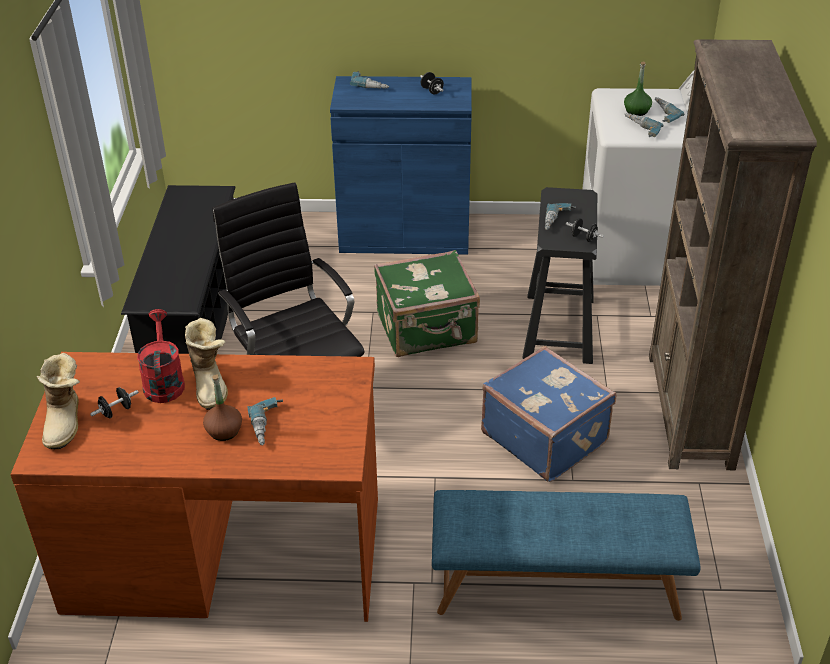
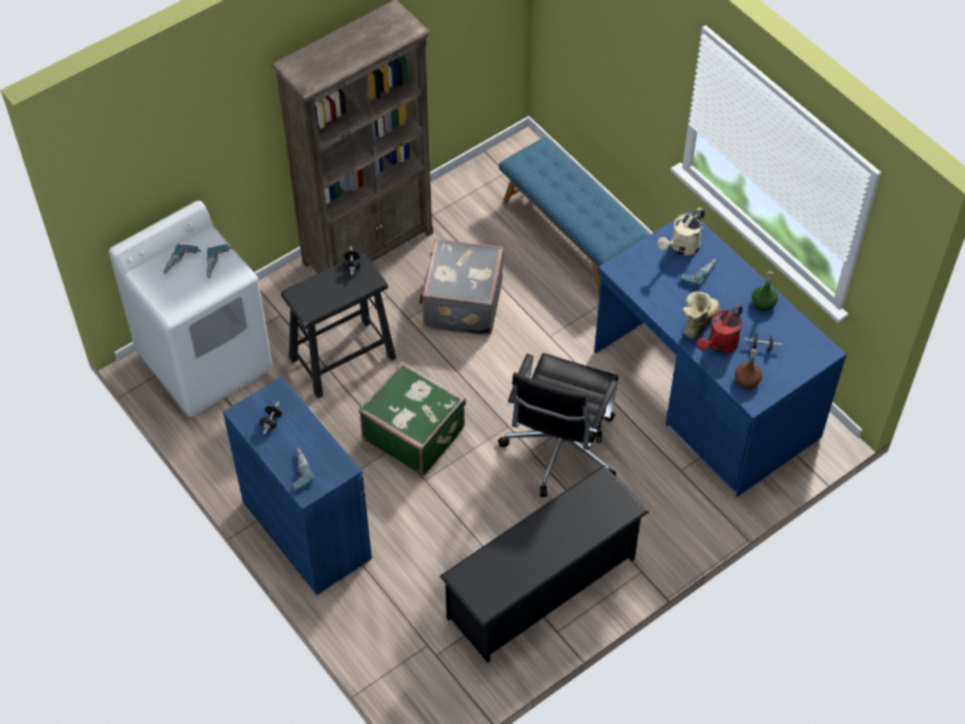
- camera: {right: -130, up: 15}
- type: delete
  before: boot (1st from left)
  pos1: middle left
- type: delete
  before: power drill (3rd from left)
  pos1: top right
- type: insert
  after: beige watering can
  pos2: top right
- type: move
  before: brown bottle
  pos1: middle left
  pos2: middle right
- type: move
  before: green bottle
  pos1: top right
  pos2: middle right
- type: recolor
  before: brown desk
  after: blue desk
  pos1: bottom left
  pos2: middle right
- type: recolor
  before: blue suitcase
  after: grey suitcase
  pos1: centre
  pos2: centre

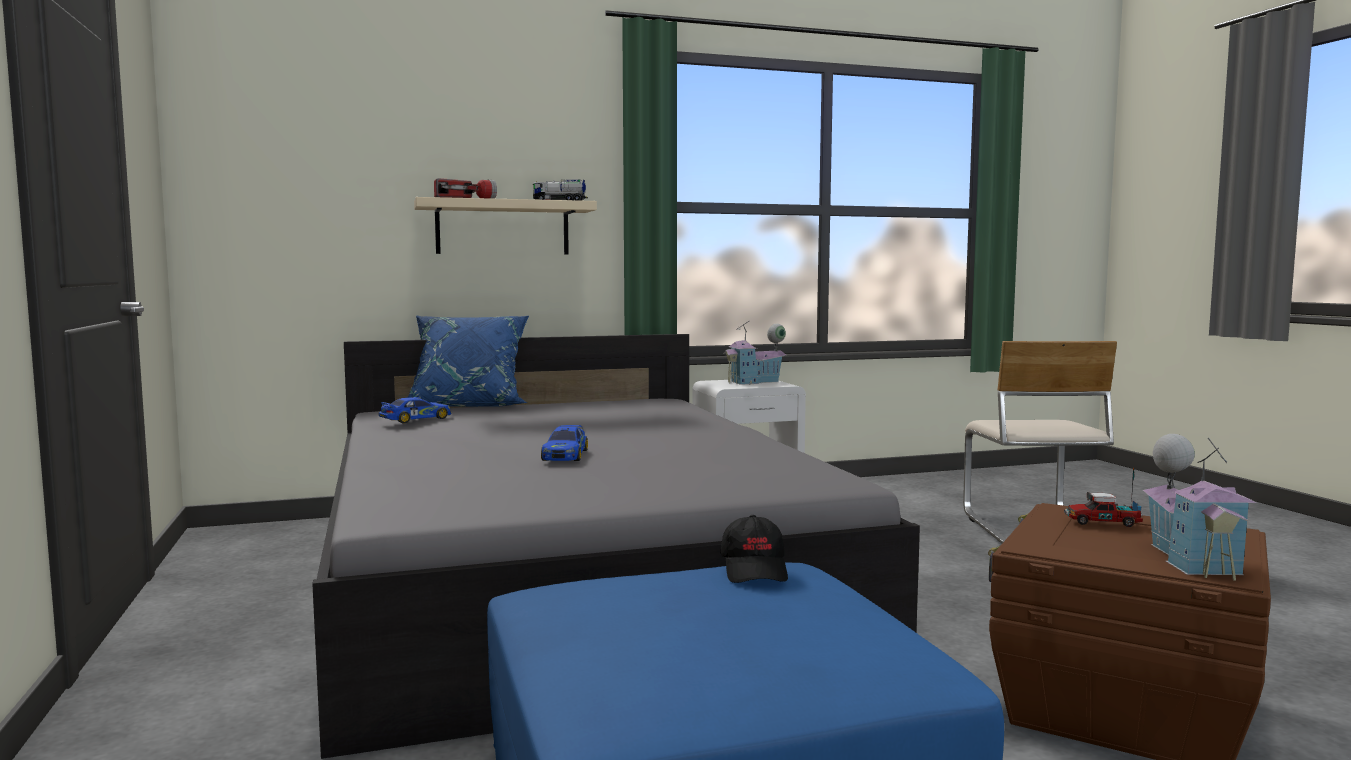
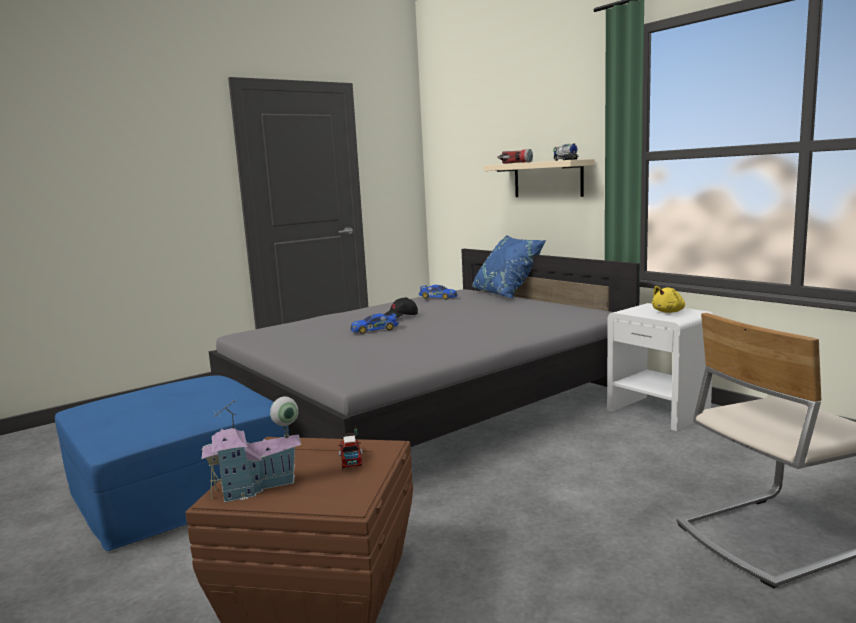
- camera: {right: 70, up: 5}
- type: move
  before: black cap
  pos1: bottom centre
  pos2: centre
- type: replace
  before: toy house (1st from left)
  after: yellow plush toy
  pos1: centre
  pos2: middle right

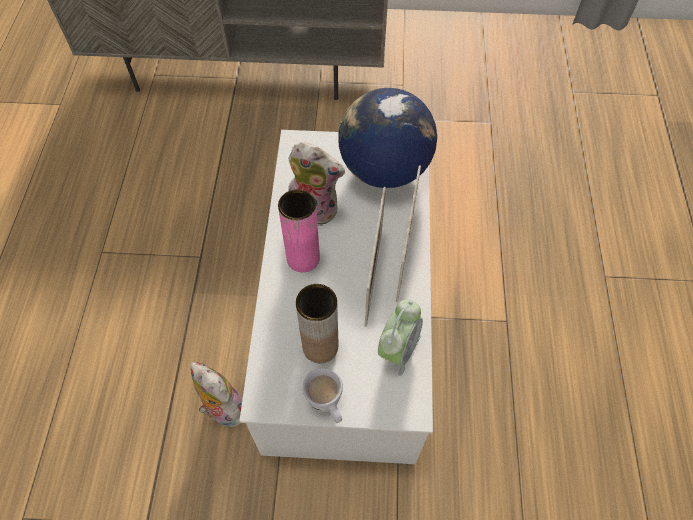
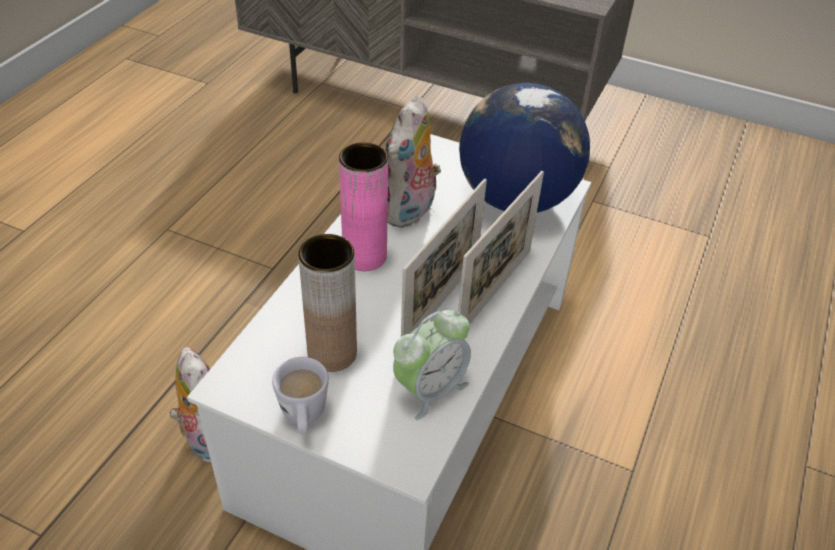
- camera: {right: 20, up: -15}
- type: rotate
  before: plush toy (2nd from left)
  pos1: centre
  pos2: top centre
  turn: 75

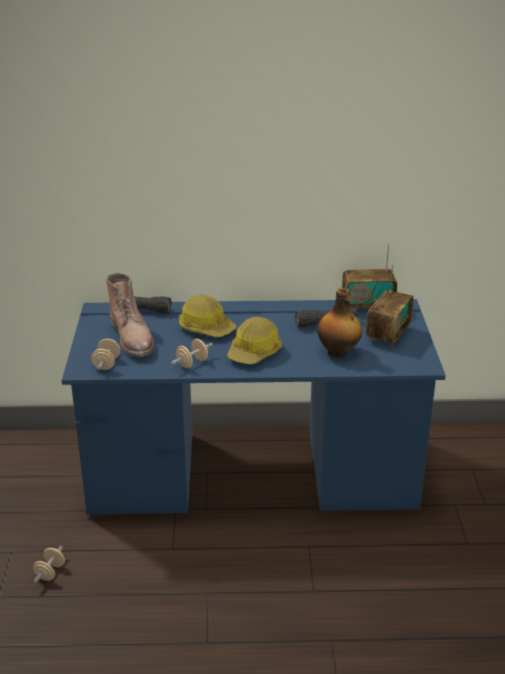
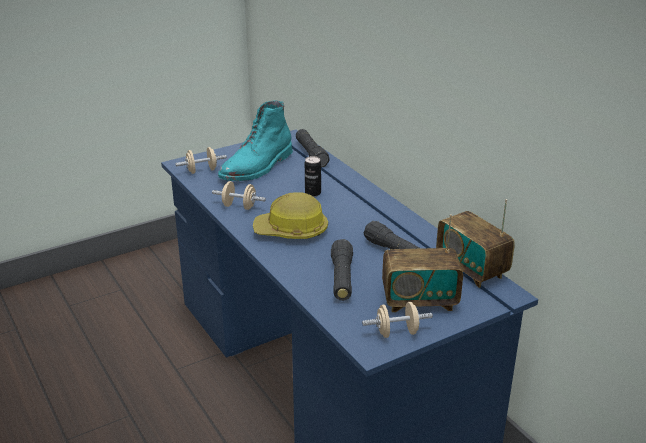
- camera: {right: 60, up: 0}
- type: move
  before: beige dumbbell (1st from left in the first image)
  after: beige dumbbell (3rd from left)
  pos1: bottom left
  pos2: bottom centre
- type: replace
  before: hard hat (1st from left)
  after: can
  pos1: centre
  pos2: centre
- type: replace
  before: bottle
  after: black flashlight (2nd from left)
  pos1: middle right
  pos2: centre
- type: recolor
  before: brown boot
  after: turquoise boot
  pos1: middle left
  pos2: top centre

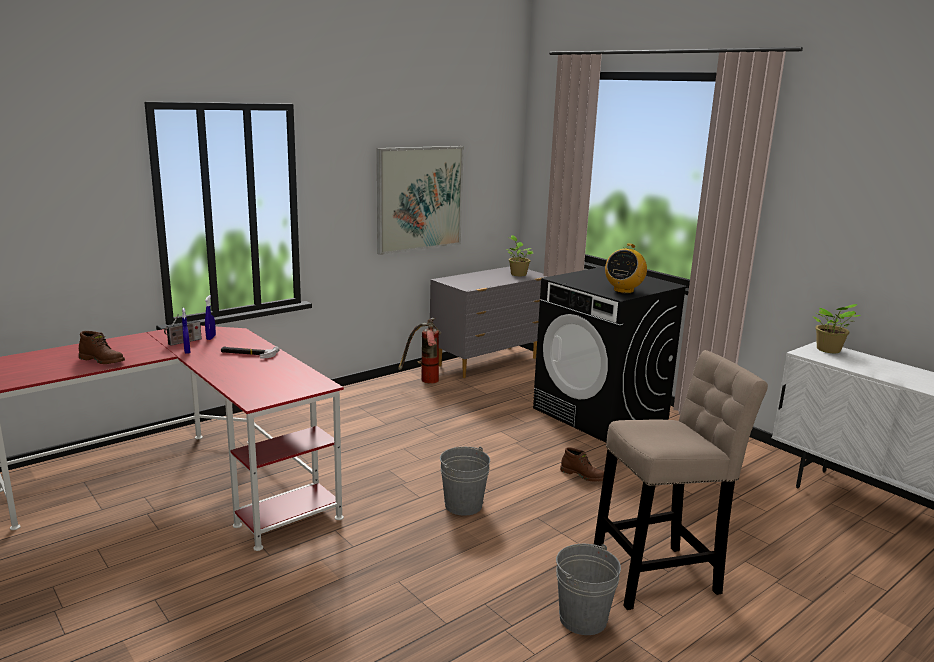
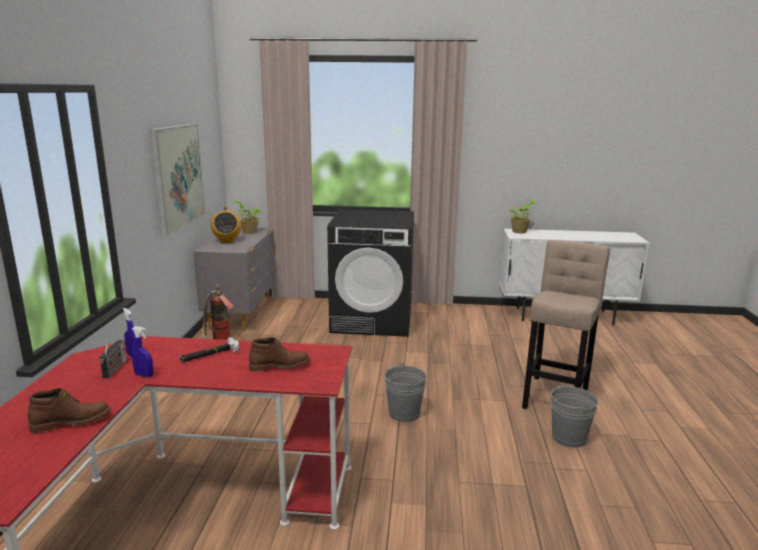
- camera: {right: -45, up: 0}
- type: move
  before: brown boot (2nd from left)
  pos1: bottom centre
  pos2: centre
- type: move
  before: radio (2nd from left)
  pos1: middle right
  pos2: middle left

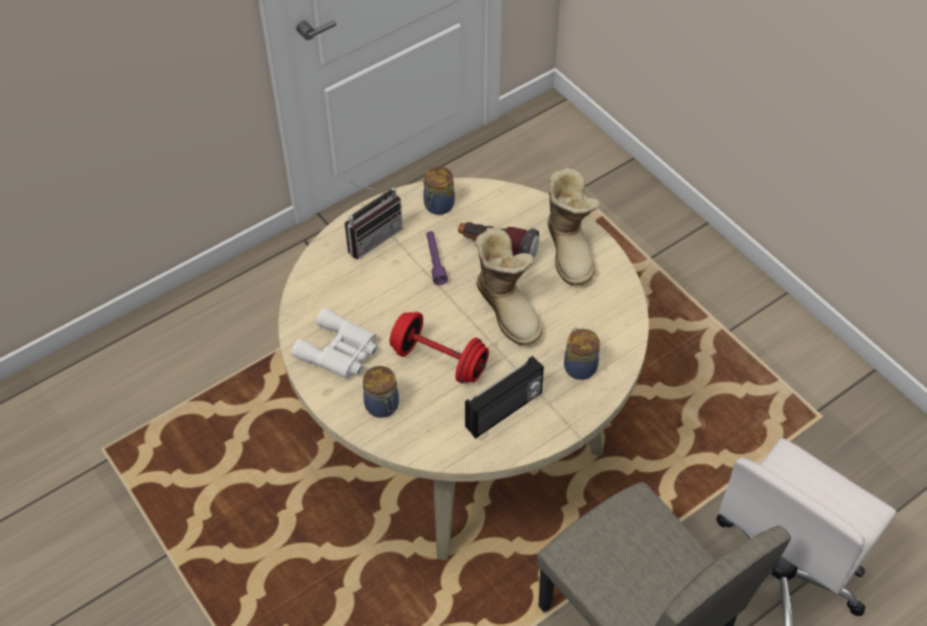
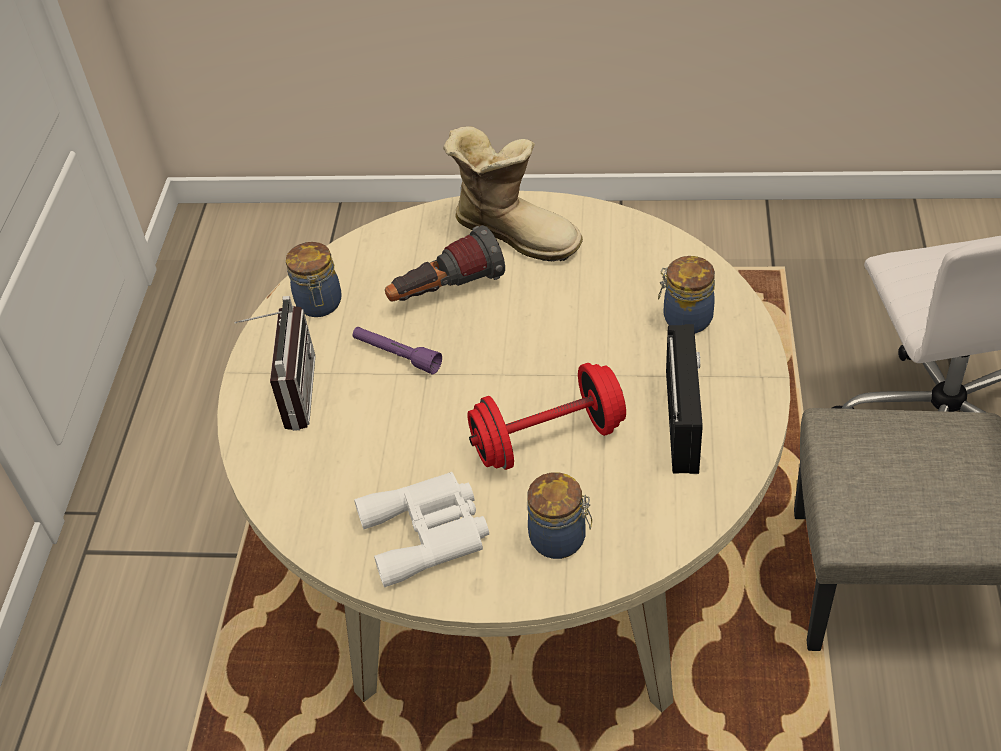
- camera: {right: -45, up: -5}
- type: delete
  before: boot (1st from left)
  pos1: centre

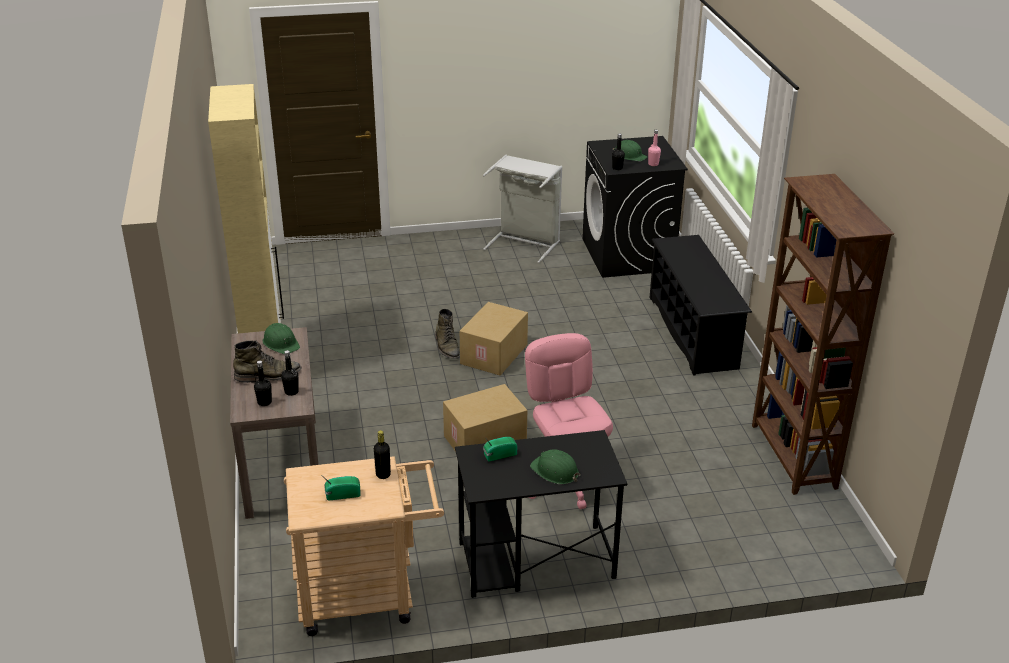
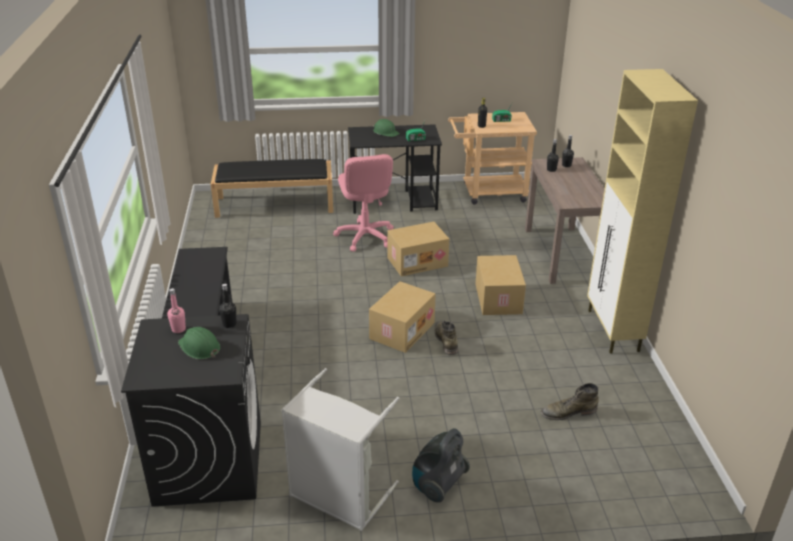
- camera: {right: -175, up: 0}
- type: delete
  before: green hard hat (1st from left)
  pos1: middle left
- type: delete
  before: brown bookcase
  pos1: middle right
- type: insert
  after: black bench
  pos2: centre
- type: insert
  after: vacuum cleaner
  pos2: bottom centre
- type: insert
  after: cardboard box (3rd from left)
  pos2: centre
- type: move
  before: green boot (1st from left in the first image)
  after: green boot (2nd from left)
  pos1: middle left
  pos2: bottom right

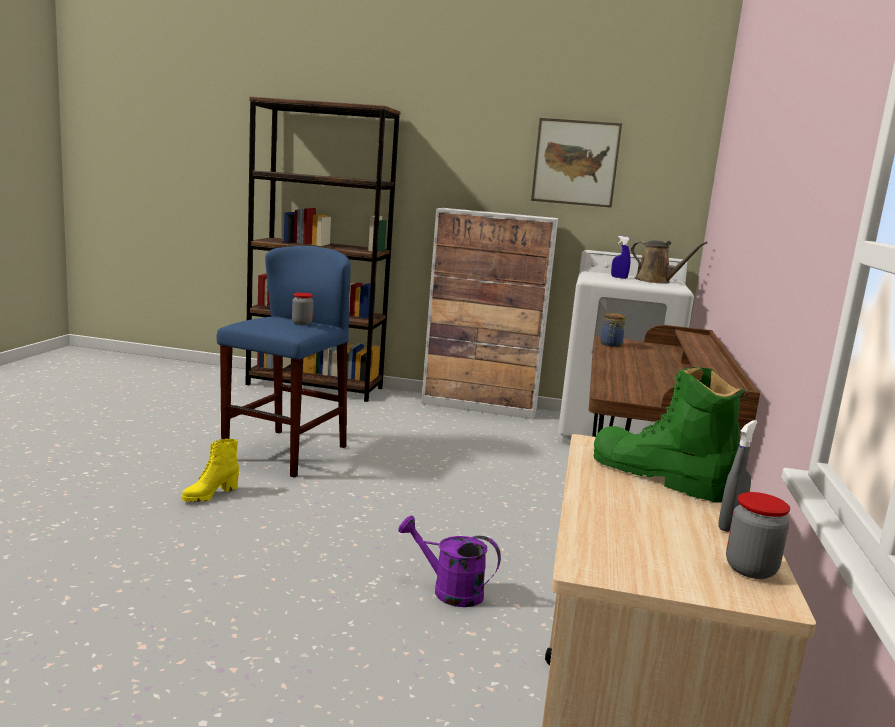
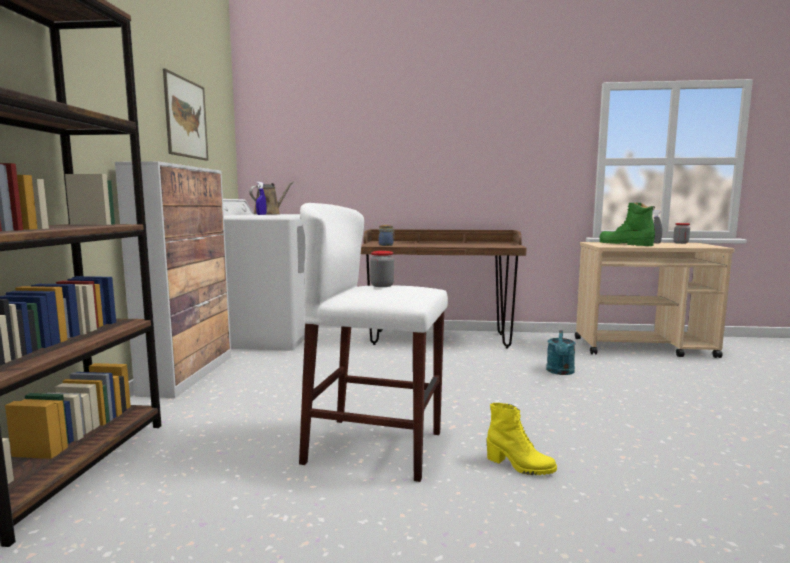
- camera: {right: -95, up: -5}
- type: recolor
  before: blue stool
  after: white stool
  pos1: middle left
  pos2: centre
- type: recolor
  before: purple watering can
  after: turquoise watering can
  pos1: bottom centre
  pos2: middle right
- type: rotate
  before: green boot
  pos1: middle right
  pos2: middle right
  turn: 105

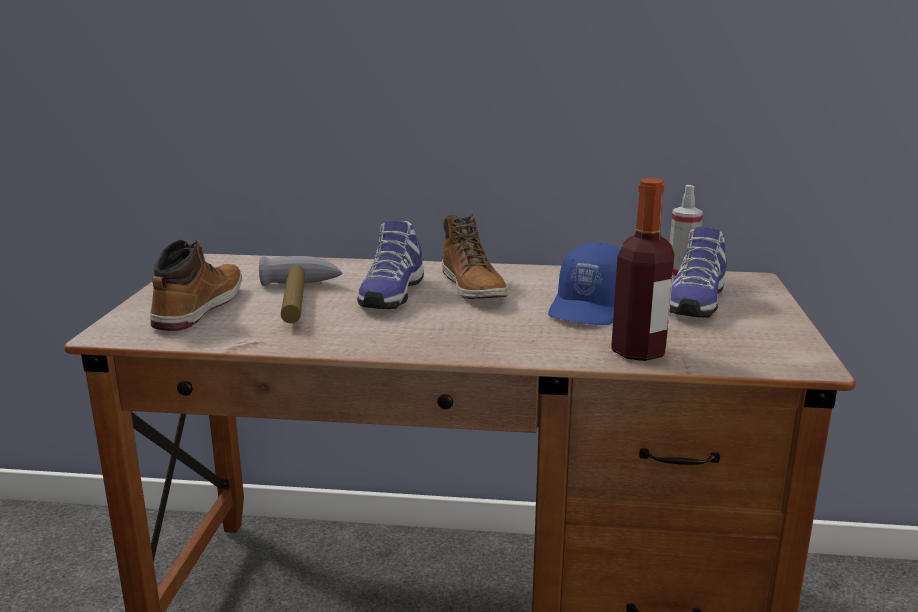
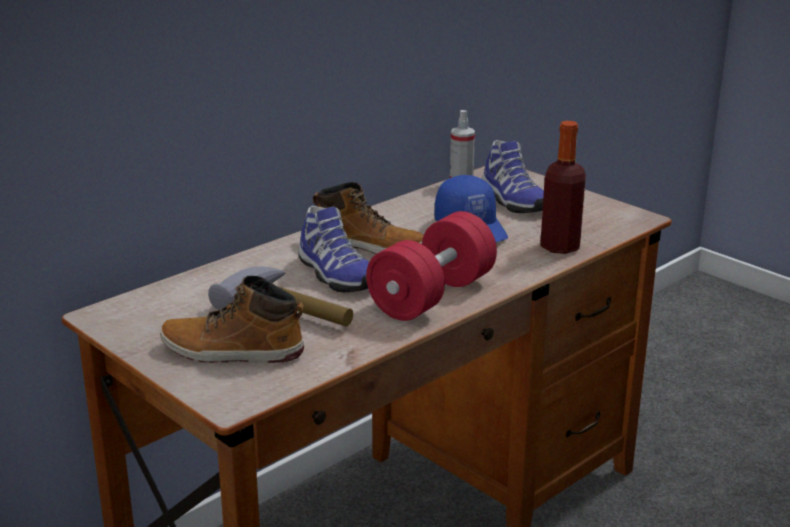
- camera: {right: -50, up: 5}
- type: insert
  after: red dumbbell
  pos2: centre
- type: rotate
  before: boot (1st from left)
  pos1: middle left
  pos2: middle left
  turn: -45

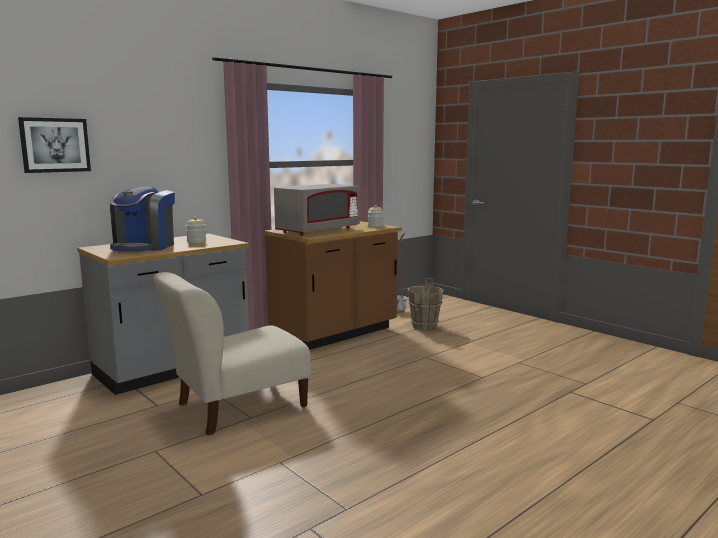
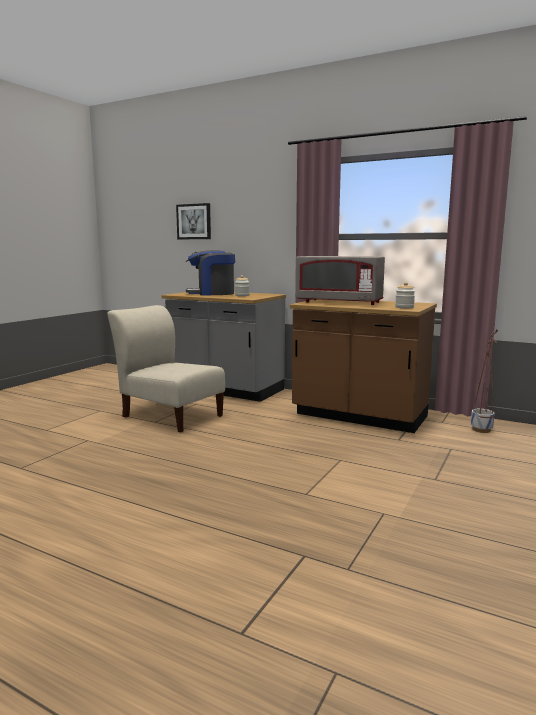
- camera: {right: 70, up: 0}
- type: delete
  before: brown bucket
  pos1: centre

